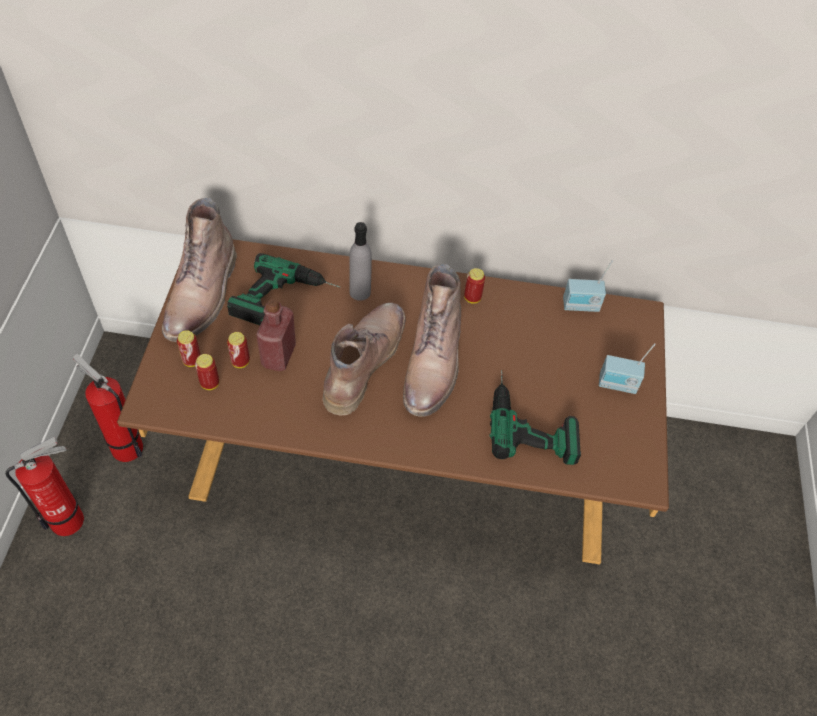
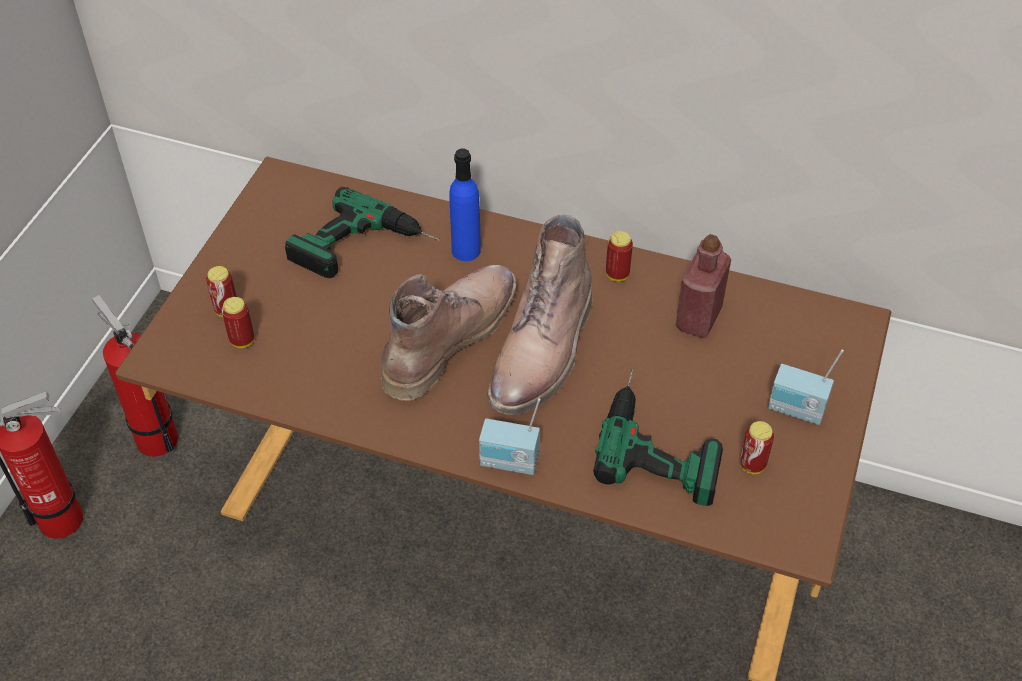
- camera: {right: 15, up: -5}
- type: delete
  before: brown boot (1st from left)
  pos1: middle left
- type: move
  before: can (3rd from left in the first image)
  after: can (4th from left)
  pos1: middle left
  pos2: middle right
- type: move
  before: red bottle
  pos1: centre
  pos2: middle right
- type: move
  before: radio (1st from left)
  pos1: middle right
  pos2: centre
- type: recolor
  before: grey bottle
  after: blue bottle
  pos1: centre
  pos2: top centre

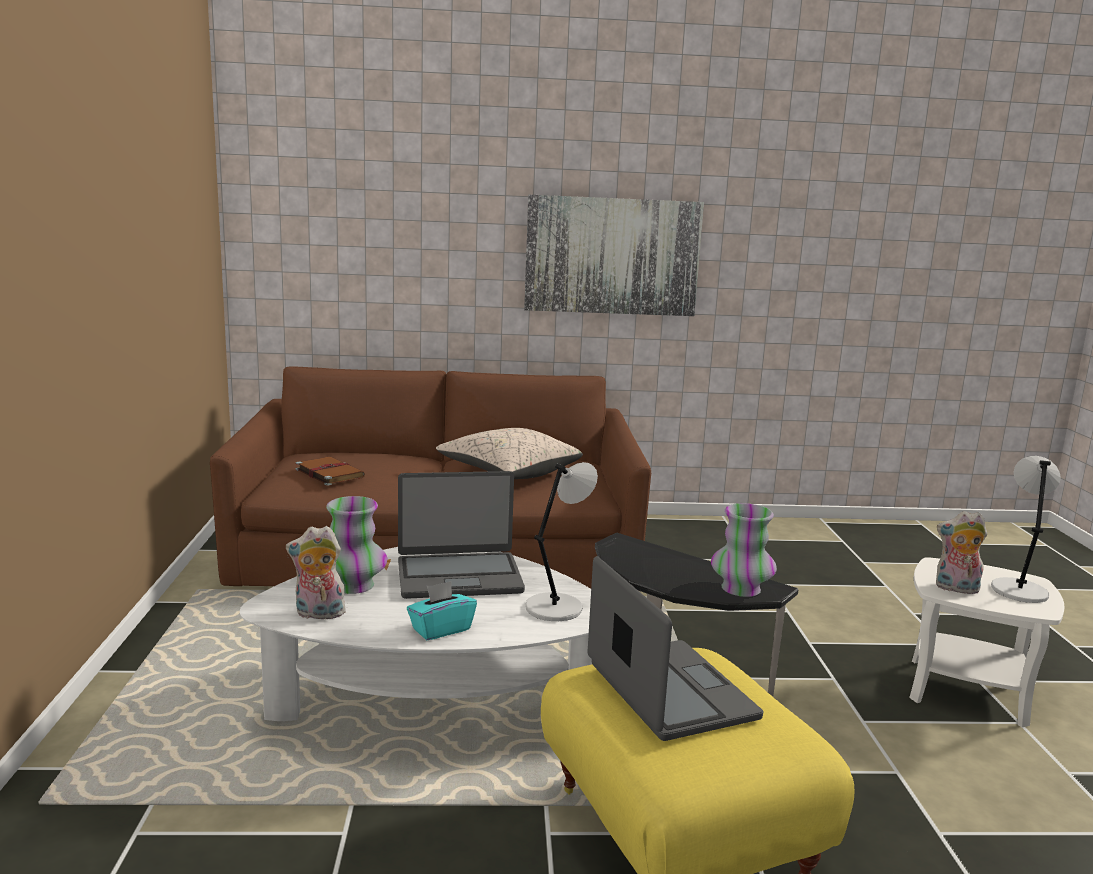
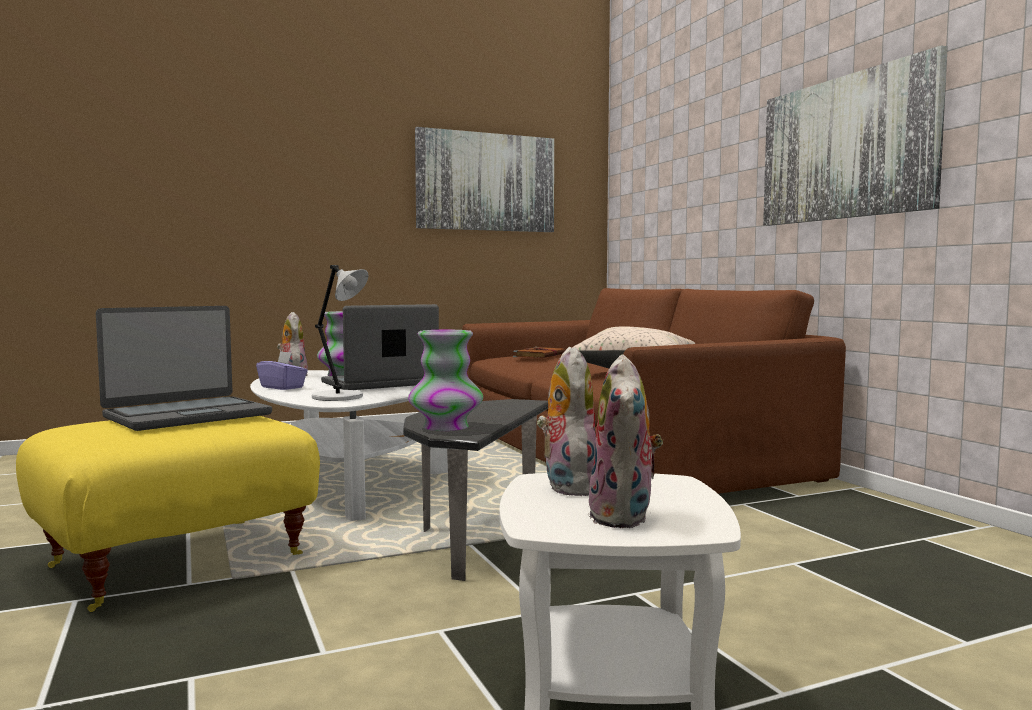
- camera: {right: 70, up: -10}
- type: insert
  after: picture (1st from left)
  pos2: top centre
- type: replace
  before: grey table lamp (2nd from left)
  after: plush toy (3rd from left)
  pos1: middle right
  pos2: centre
- type: recolor
  before: turquoise tissue box
  after: purple tissue box
  pos1: bottom centre
  pos2: middle left
- type: rotate
  before: laptop (1st from left in the first image)
  pos1: centre
  pos2: centre
  turn: 90

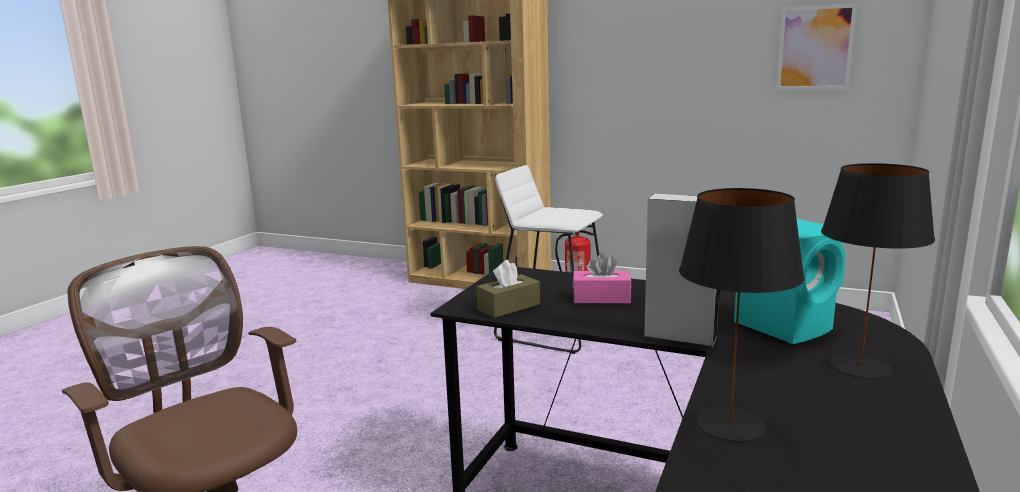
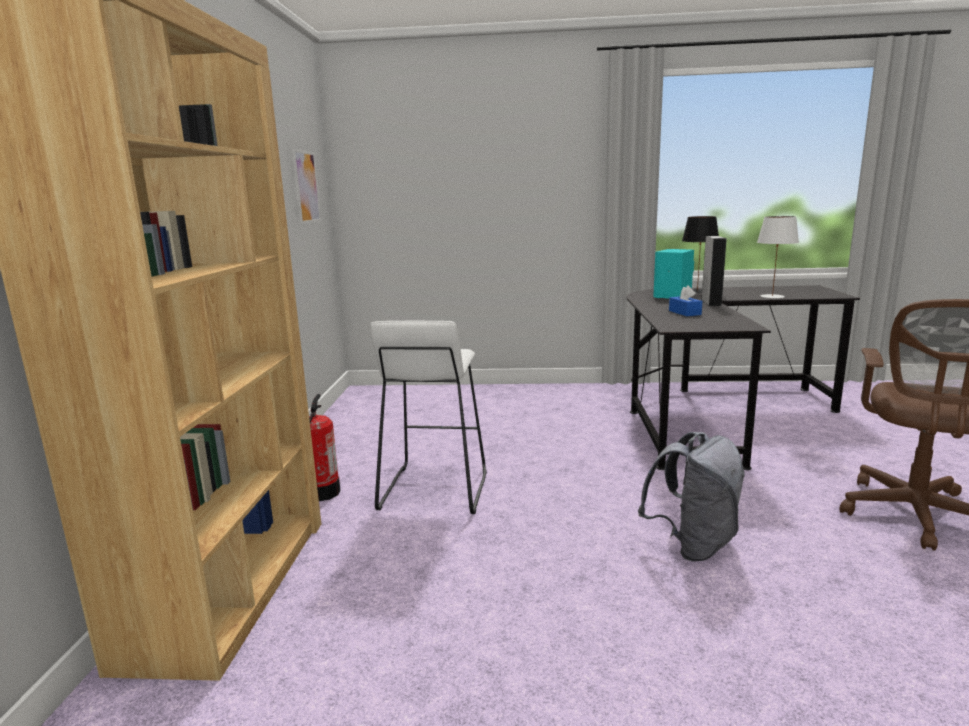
- camera: {right: -110, up: 0}
- type: delete
  before: brown tissue box
  pos1: centre
- type: insert
  after: grey backpack
  pos2: bottom right
- type: recolor
  before: pink tissue box
  after: blue tissue box
  pos1: centre
  pos2: middle right
- type: recolor
  before: black table lamp (1st from left)
  after: white table lamp
  pos1: middle right
  pos2: middle right

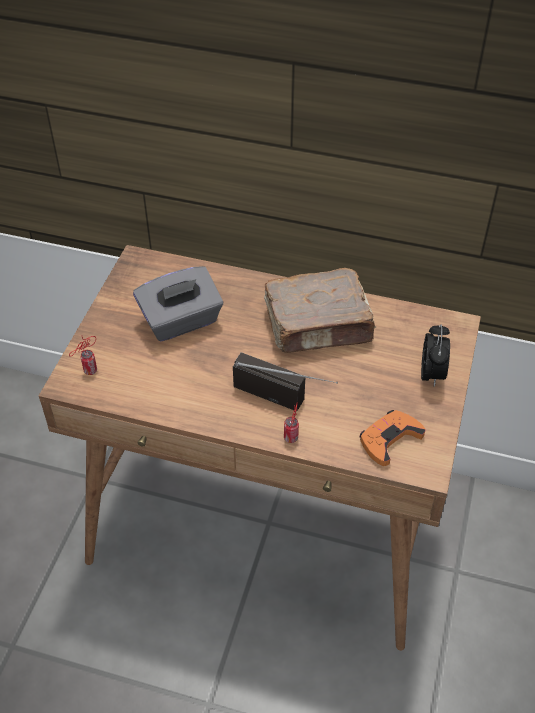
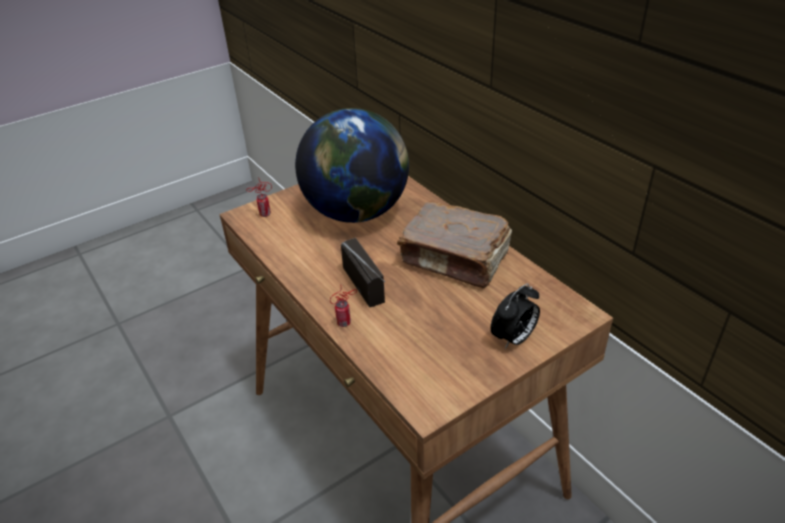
- camera: {right: 40, up: -10}
- type: delete
  before: orange game controller
  pos1: middle right
- type: replace
  before: grey tissue box
  after: globe
  pos1: middle left
  pos2: top centre

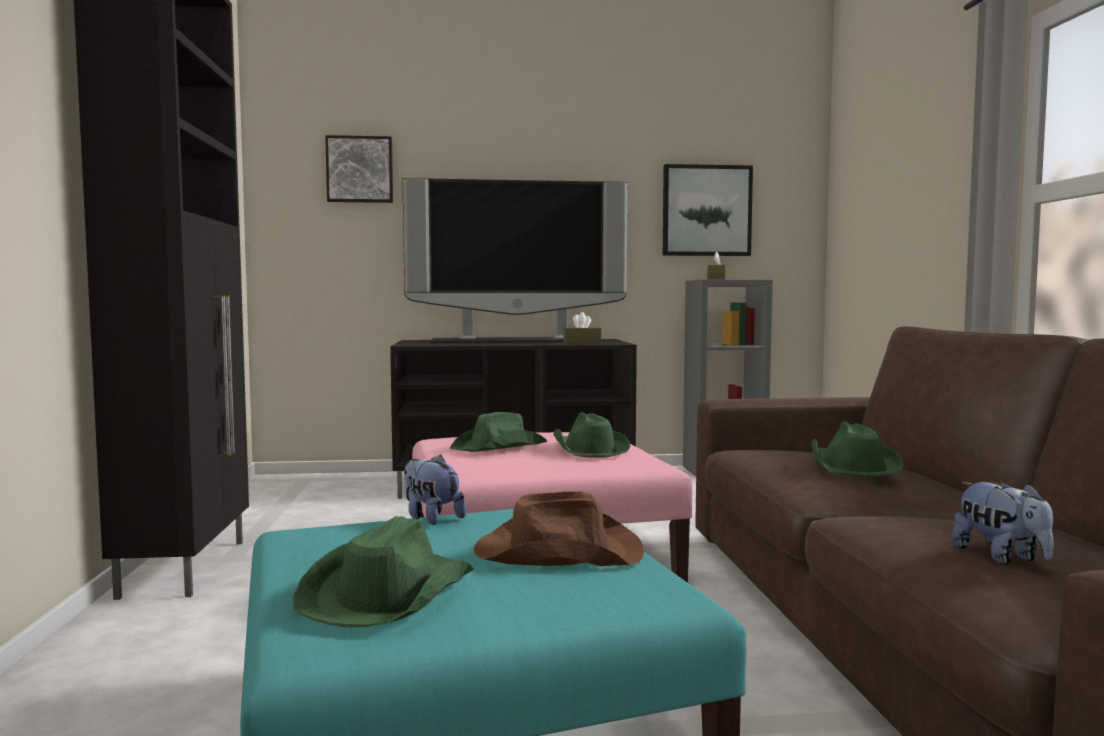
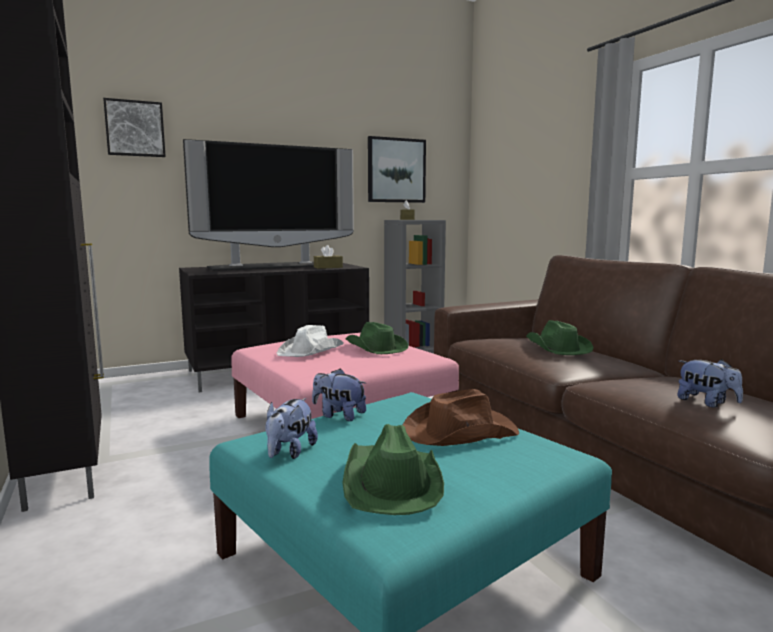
- camera: {right: -20, up: 5}
- type: insert
  after: plush toy (1st from left)
  pos2: bottom centre
- type: recolor
  before: green hat (2nd from left)
  after: white hat
  pos1: centre
  pos2: centre

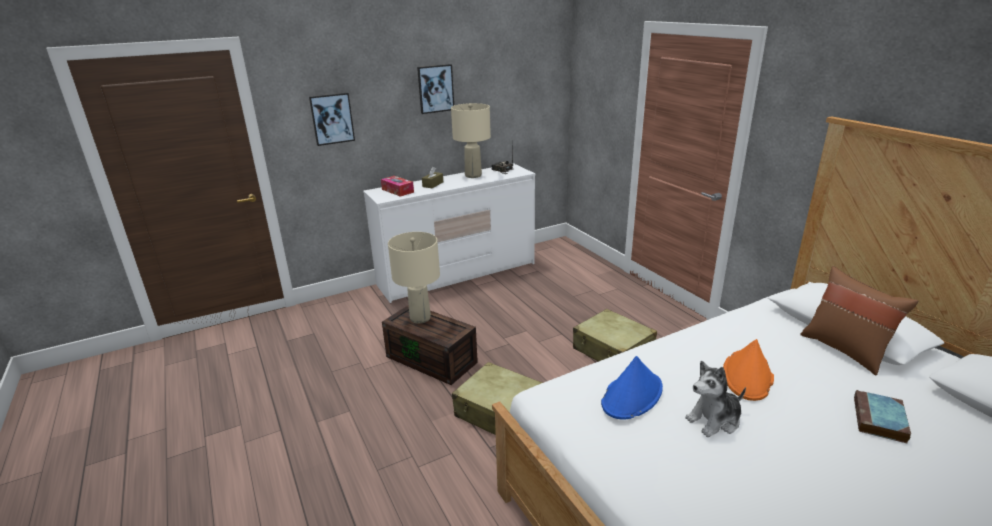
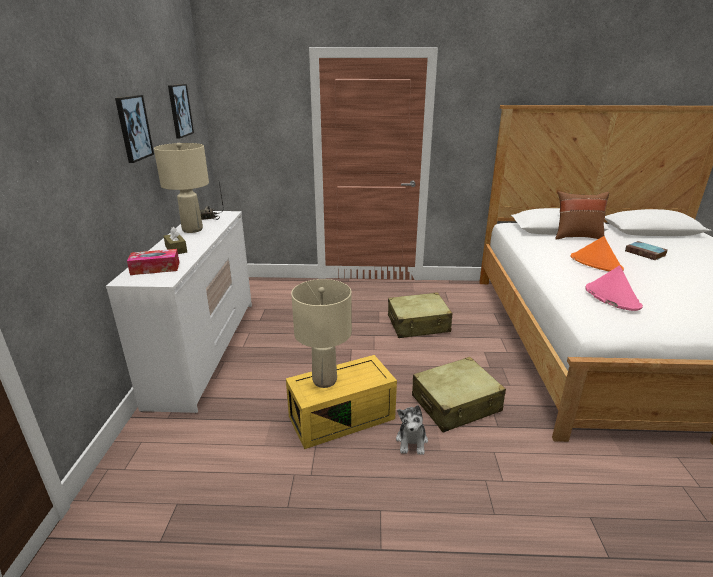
- camera: {right: -60, up: 0}
- type: move
  before: picture (1st from left in the first image)
  after: picture (2nd from left)
  pos1: top centre
  pos2: top left
- type: move
  before: plush toy
  pos1: bottom right
  pos2: bottom centre
- type: recolor
  before: brown storage box
  after: yellow storage box
  pos1: centre
  pos2: bottom centre
- type: recolor
  before: blue hat
  after: pink hat
  pos1: bottom centre
  pos2: middle right

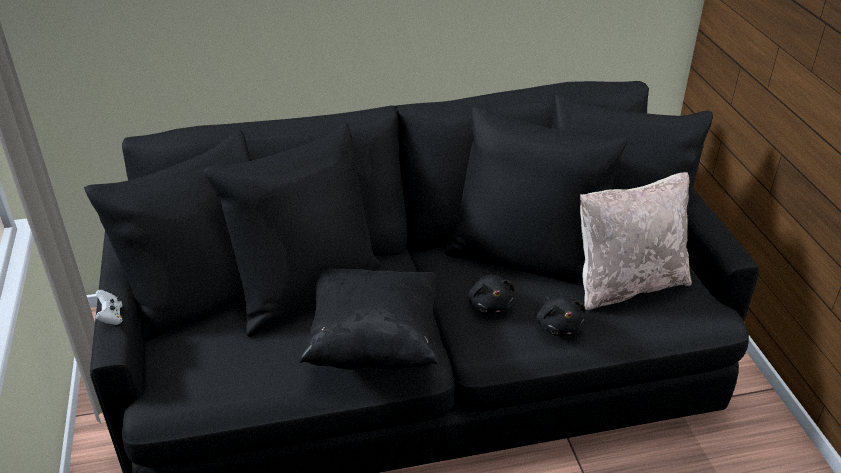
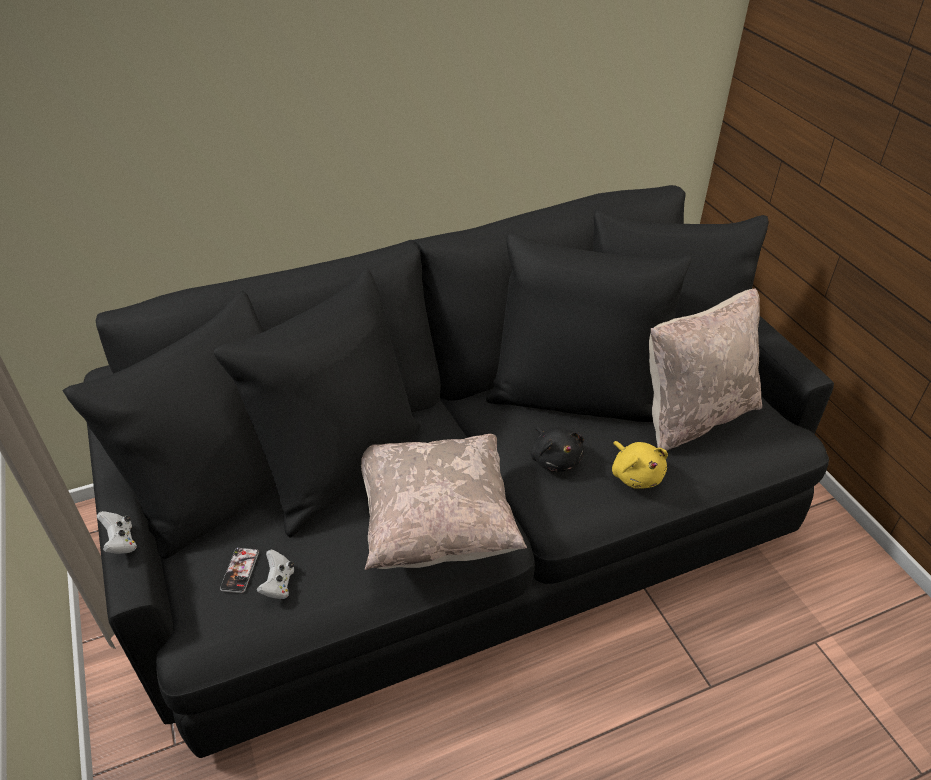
- camera: {right: -10, up: 5}
- type: insert
  after: phone
  pos2: bottom left
- type: insert
  after: white game controller (2nd from left)
  pos2: bottom left
- type: recolor
  before: black pillow
  after: beige pillow (1st from left)
  pos1: bottom centre
  pos2: centre
- type: recolor
  before: black plush toy (2nd from left)
  after: yellow plush toy
  pos1: middle right
  pos2: middle right

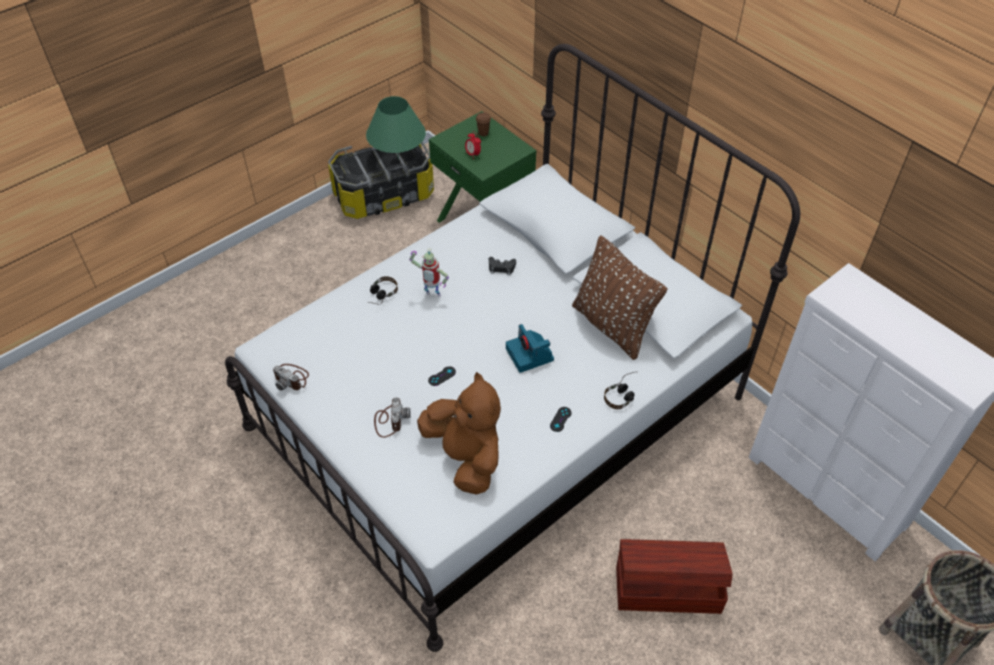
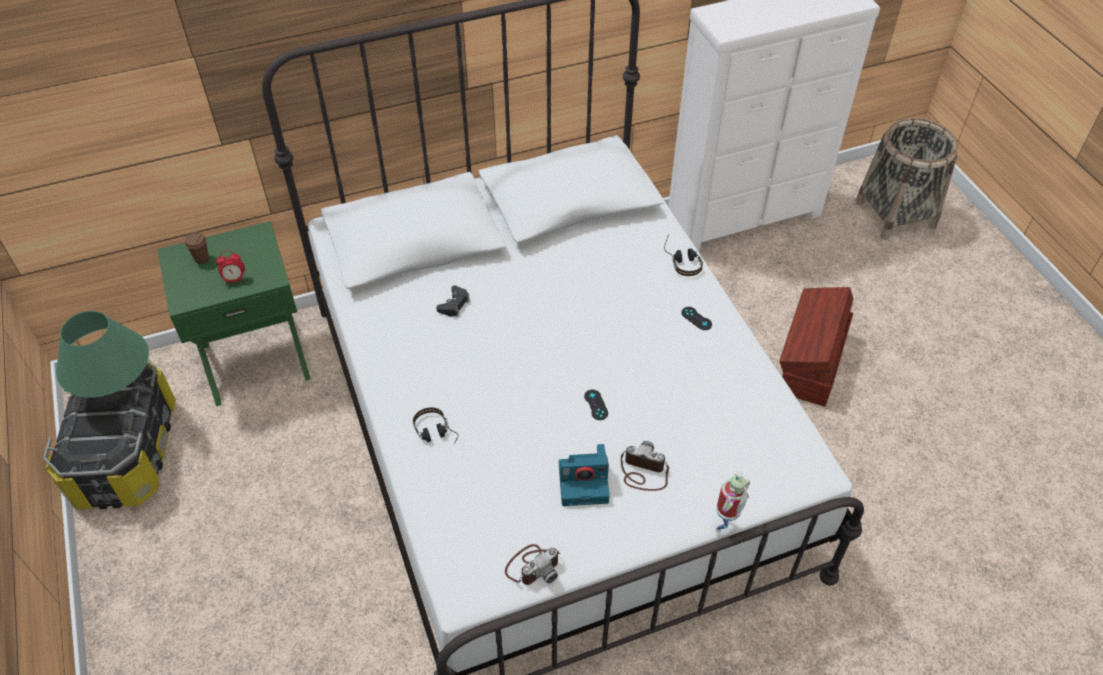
- camera: {right: -70, up: 0}
- type: delete
  before: brown plush toy
  pos1: centre
- type: delete
  before: brown pillow
  pos1: centre
- type: move
  before: toy robot
  pos1: centre
  pos2: bottom centre
- type: move
  before: photo camera (3rd from left in the first image)
  after: photo camera (2nd from left)
  pos1: centre
  pos2: bottom centre

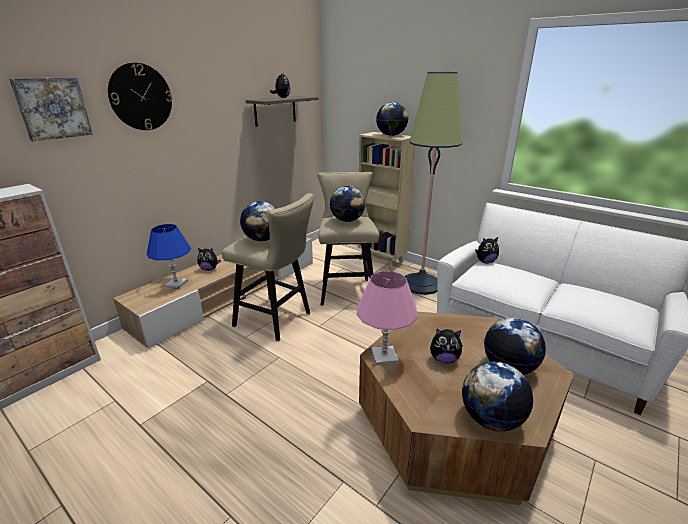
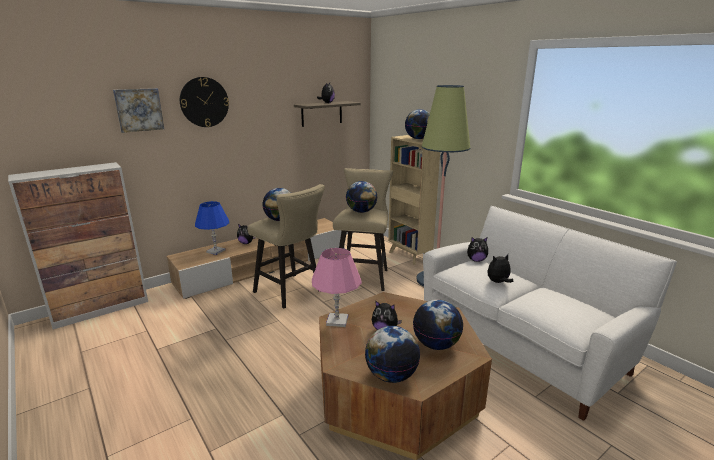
- camera: {right: 15, up: -5}
- type: insert
  after: plush toy (5th from left)
  pos2: middle right

